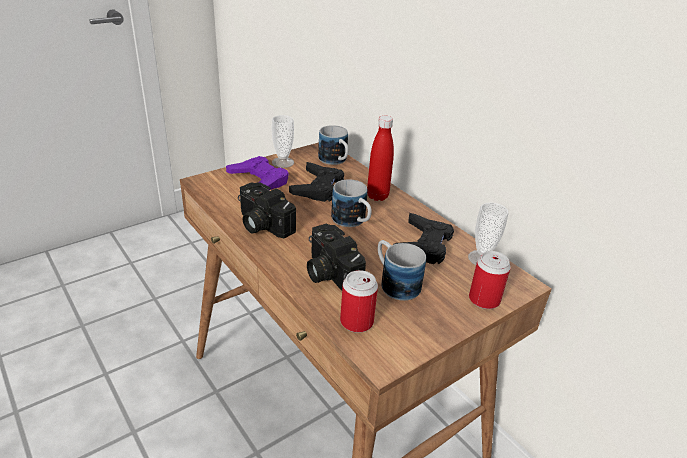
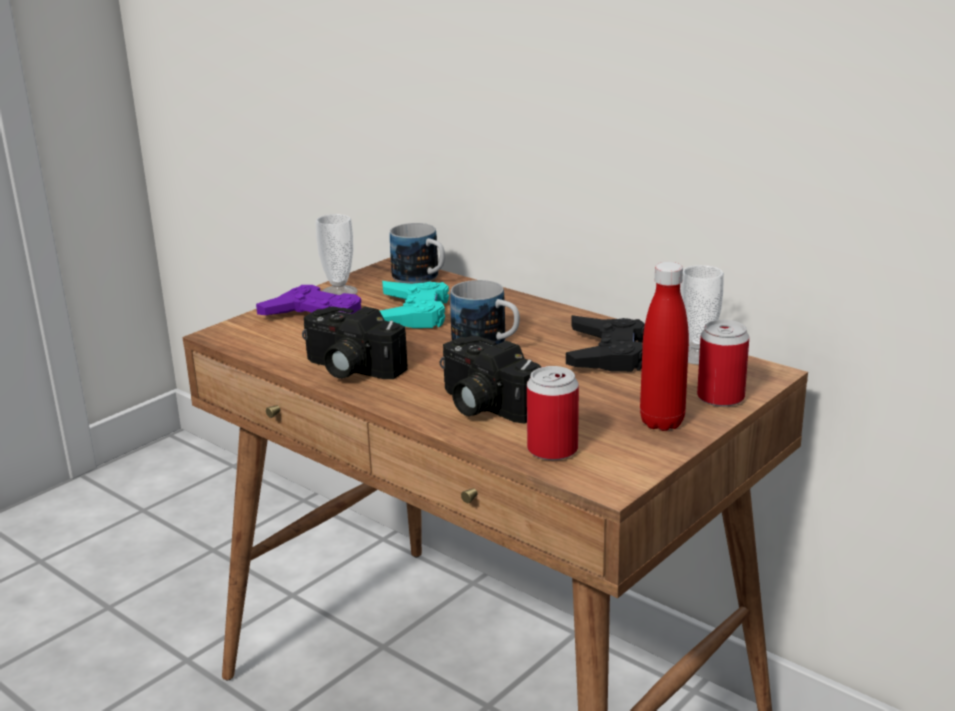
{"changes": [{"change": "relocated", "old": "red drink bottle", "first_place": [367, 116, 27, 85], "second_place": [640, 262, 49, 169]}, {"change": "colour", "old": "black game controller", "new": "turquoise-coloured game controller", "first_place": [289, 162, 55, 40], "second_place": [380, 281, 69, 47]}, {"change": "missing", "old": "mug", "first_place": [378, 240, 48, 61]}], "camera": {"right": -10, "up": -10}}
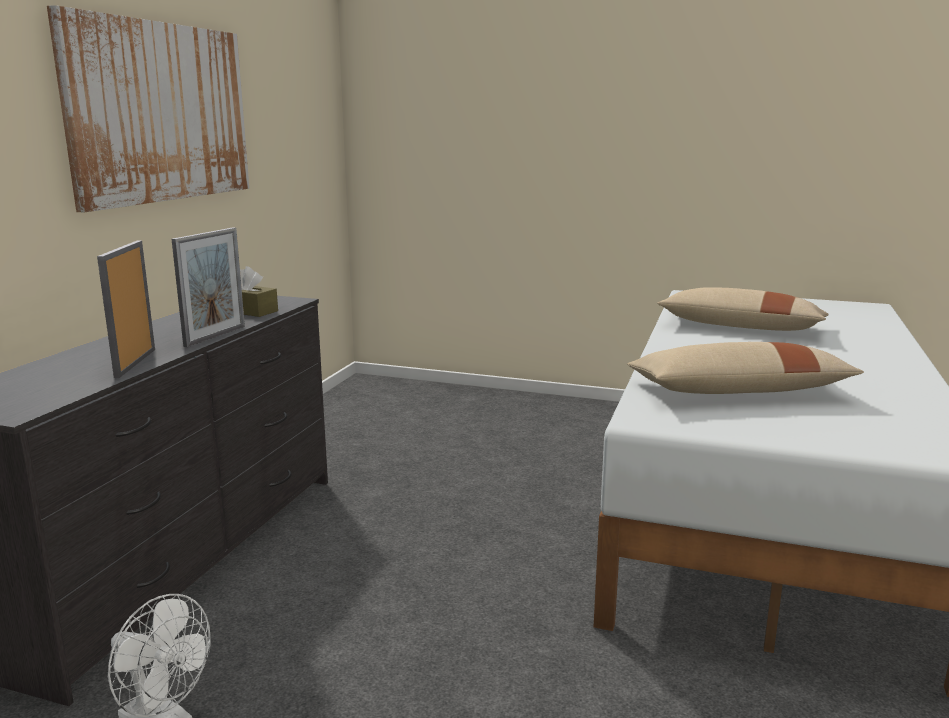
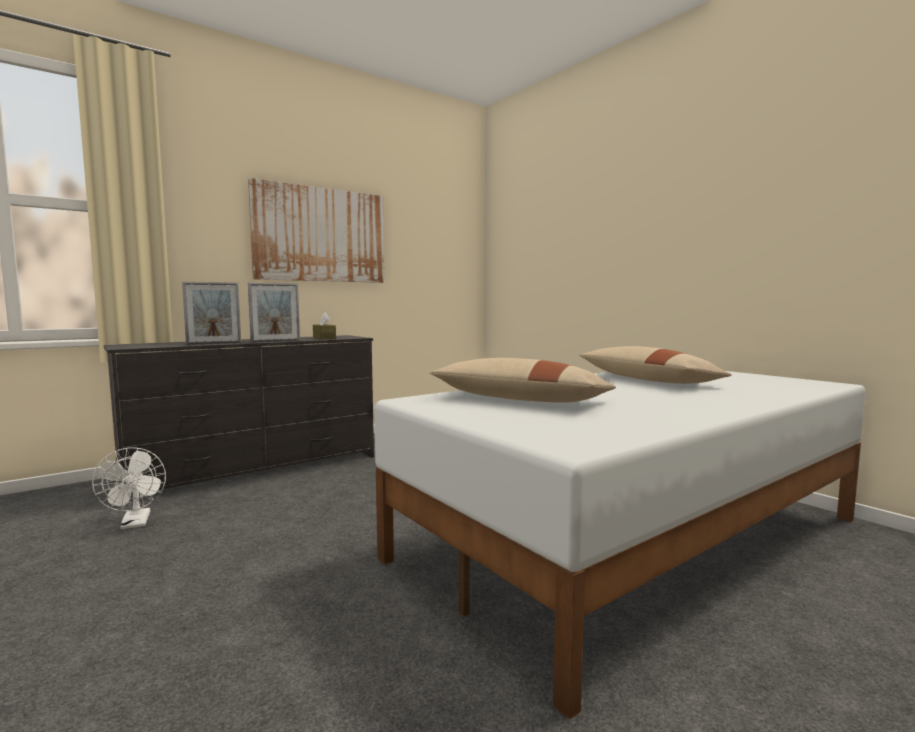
{"changes": [{"change": "spun", "old": "picture frame", "first_place": [97, 241, 58, 137], "second_place": [182, 282, 59, 63], "degrees": -150}], "camera": {"right": 35, "up": -10}}
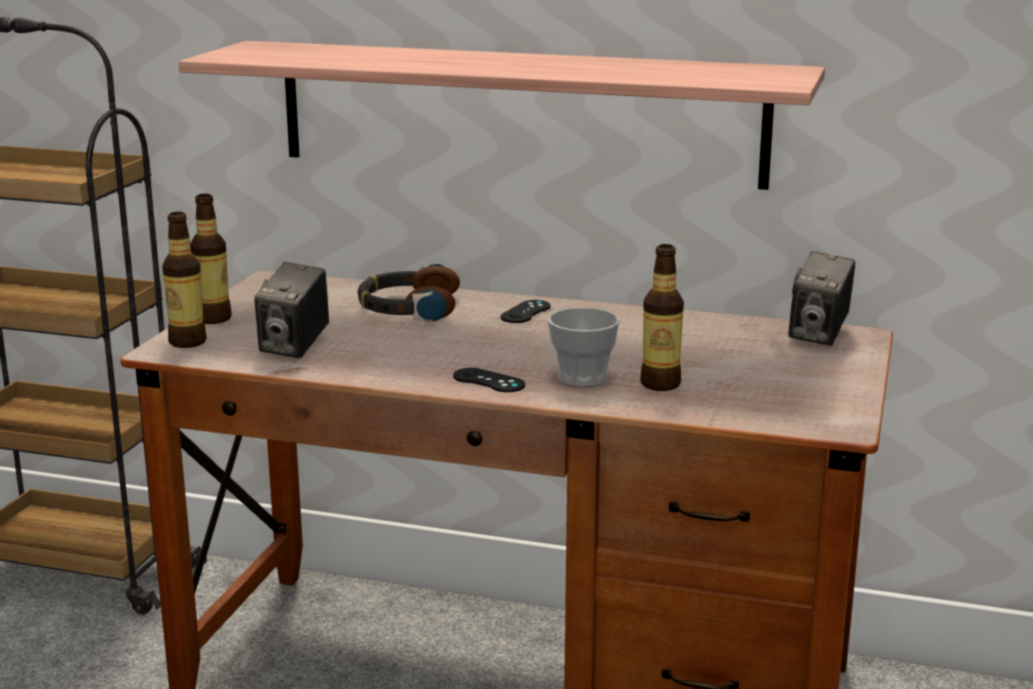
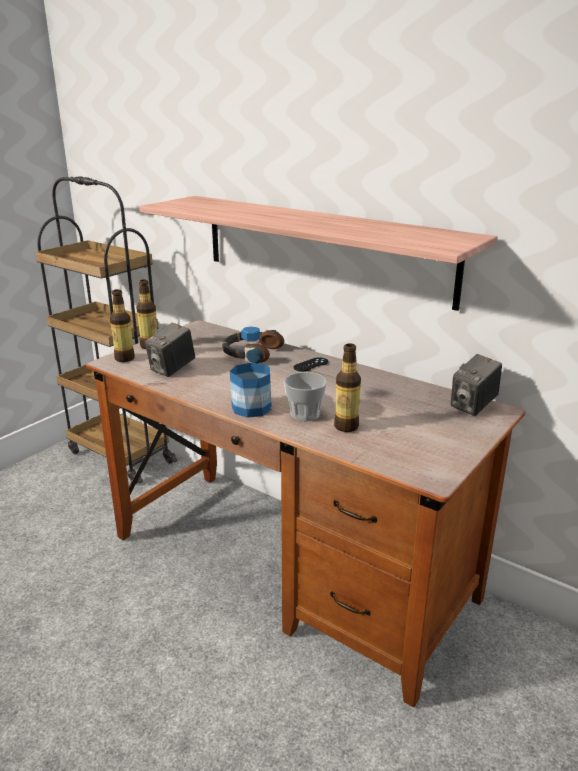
{"changes": [{"change": "exchanged", "old": "black game controller", "new": "drink bottle", "first_place": [453, 368, 72, 24], "second_place": [230, 327, 42, 91]}], "camera": {"right": 20, "up": 5}}
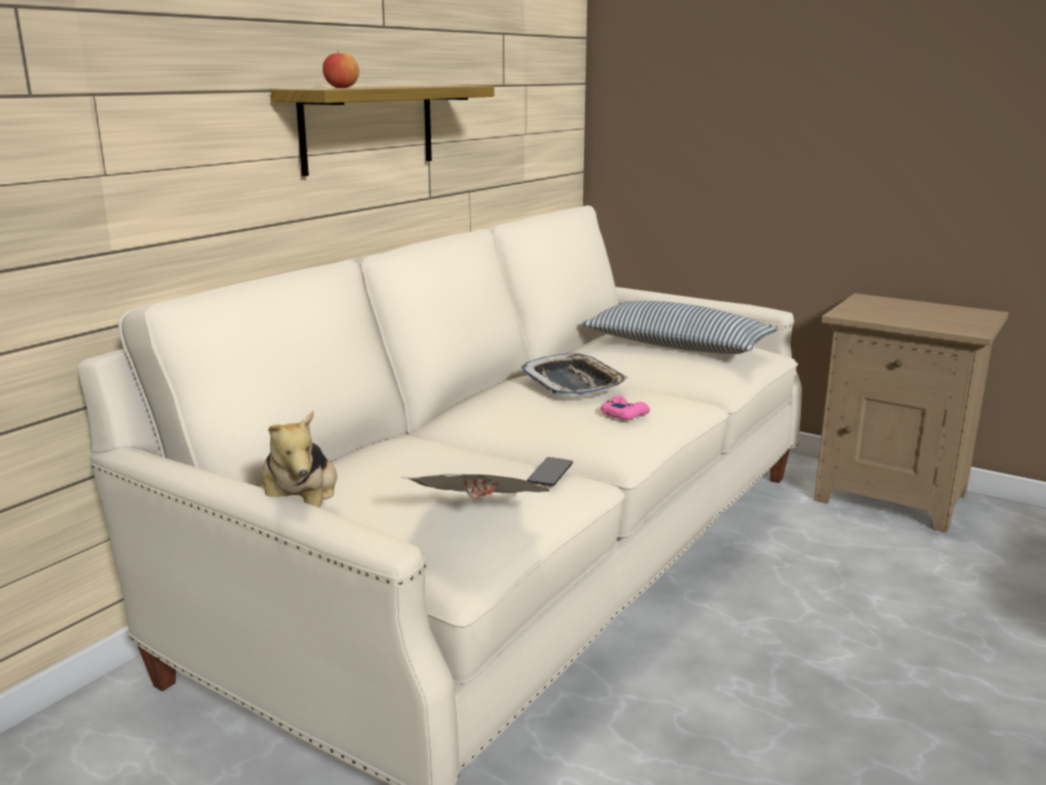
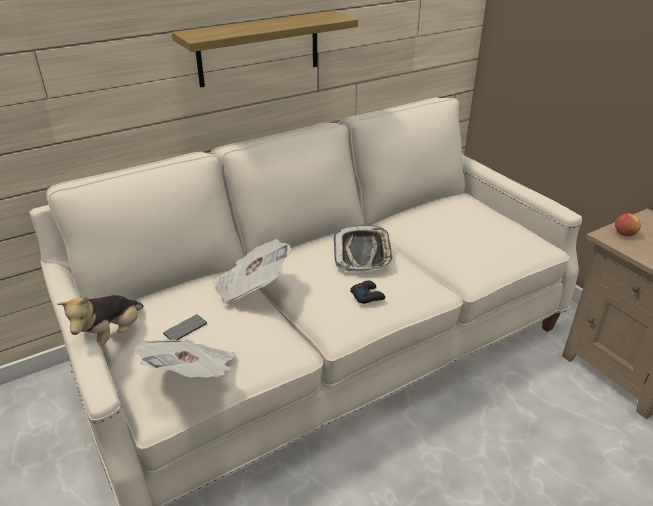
{"changes": [{"change": "relocated", "old": "apple", "first_place": [323, 50, 36, 38], "second_place": [615, 214, 26, 22]}, {"change": "missing", "old": "pillow", "first_place": [581, 301, 196, 53]}, {"change": "colour", "old": "pink-coloured game controller", "new": "black game controller", "first_place": [601, 396, 49, 24], "second_place": [350, 281, 35, 23]}, {"change": "relocated", "old": "handset", "first_place": [527, 457, 46, 29], "second_place": [163, 314, 44, 26]}, {"change": "appeared", "new": "newspaper", "second_place": [213, 239, 78, 65]}], "camera": {"right": 25, "up": 15}}
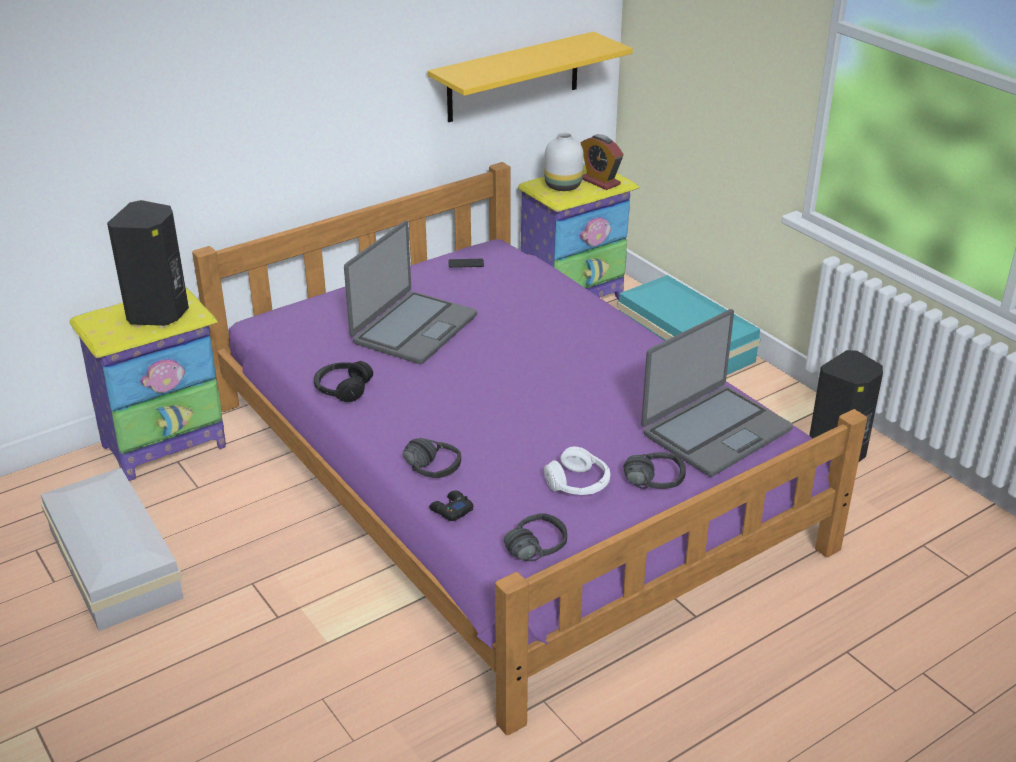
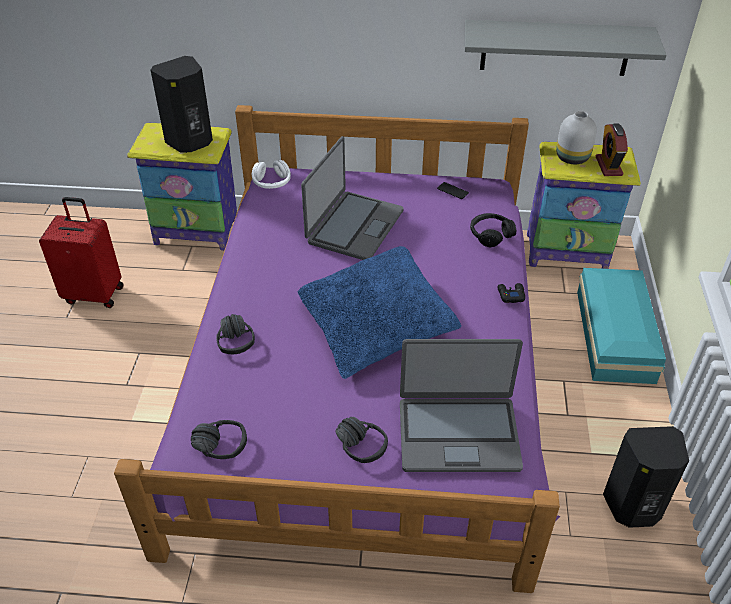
{"changes": [{"change": "colour", "old": "yellow wall shelf", "new": "grey wall shelf", "first_place": [428, 32, 205, 90], "second_place": [465, 20, 202, 56]}, {"change": "spun", "old": "notebook computer", "first_place": [344, 221, 133, 143], "second_place": [301, 136, 103, 124], "degrees": -45}, {"change": "relocated", "old": "black headphones", "first_place": [314, 361, 59, 41], "second_place": [470, 213, 46, 34]}, {"change": "relocated", "old": "white-coloured headphones", "first_place": [544, 447, 66, 48], "second_place": [252, 160, 39, 29]}, {"change": "exchanged", "old": "white-coloured storage bin", "new": "red travel case", "first_place": [41, 468, 143, 163], "second_place": [39, 197, 84, 111]}, {"change": "relocated", "old": "black game controller", "first_place": [429, 490, 44, 31], "second_place": [497, 283, 28, 20]}, {"change": "appeared", "new": "blue-coloured pillow", "second_place": [298, 246, 163, 133]}], "camera": {"right": 40, "up": 10}}
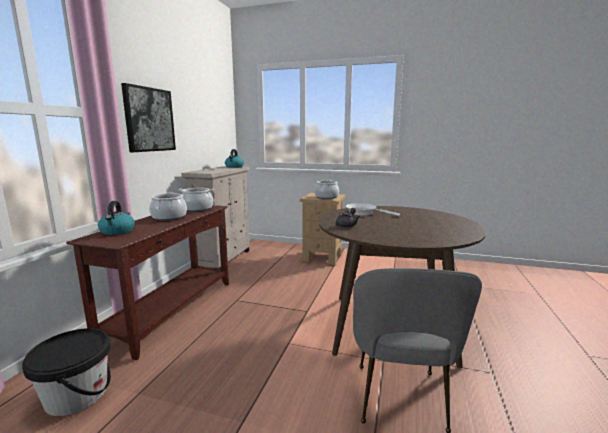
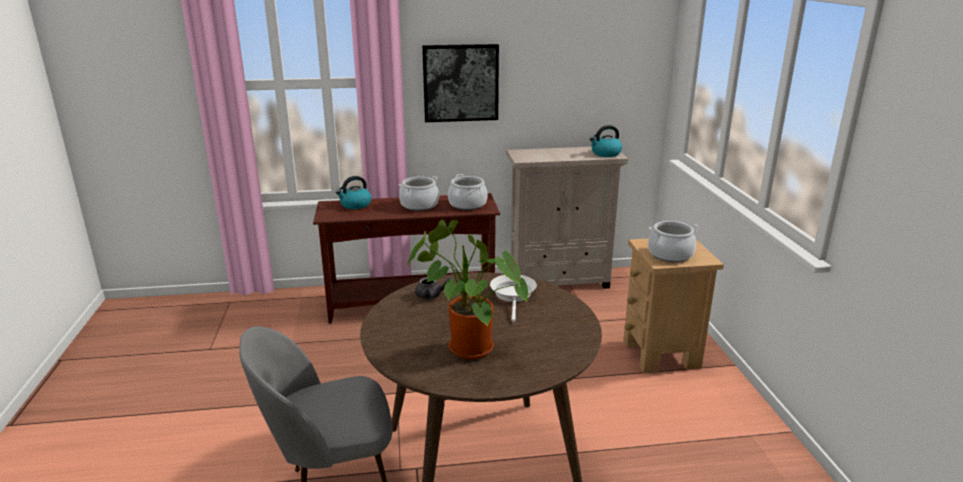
{"changes": [{"change": "missing", "old": "black bucket", "first_place": [22, 328, 89, 88]}, {"change": "appeared", "new": "plant in a pot", "second_place": [407, 220, 121, 139]}], "camera": {"right": 65, "up": 10}}
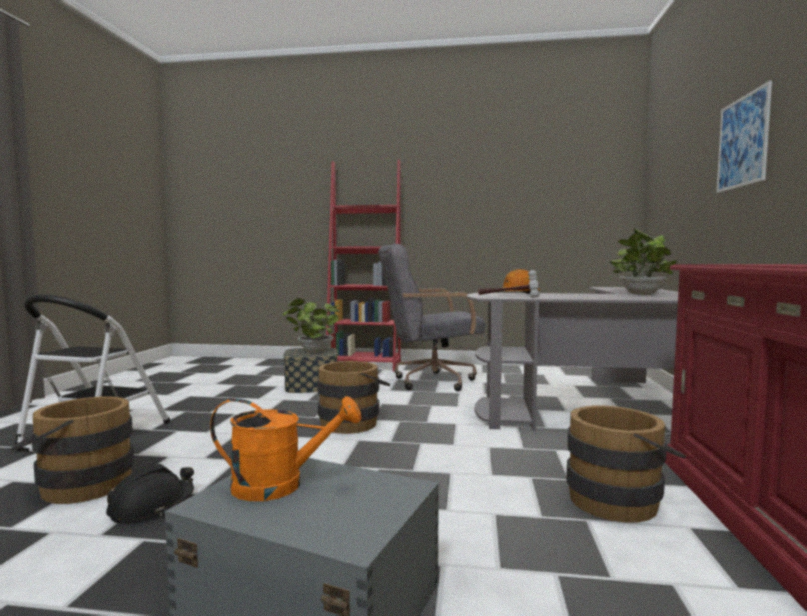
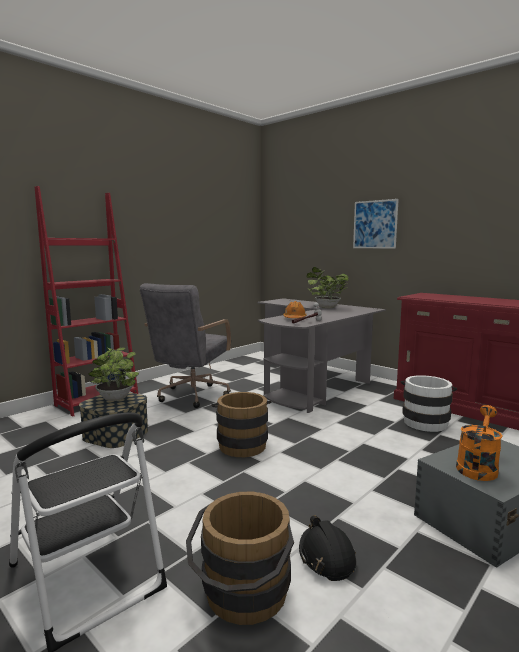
{"changes": [{"change": "colour", "old": "brown-coloured bucket", "new": "white-coloured bucket", "first_place": [566, 406, 120, 117], "second_place": [400, 375, 57, 57]}], "camera": {"right": -55, "up": 5}}
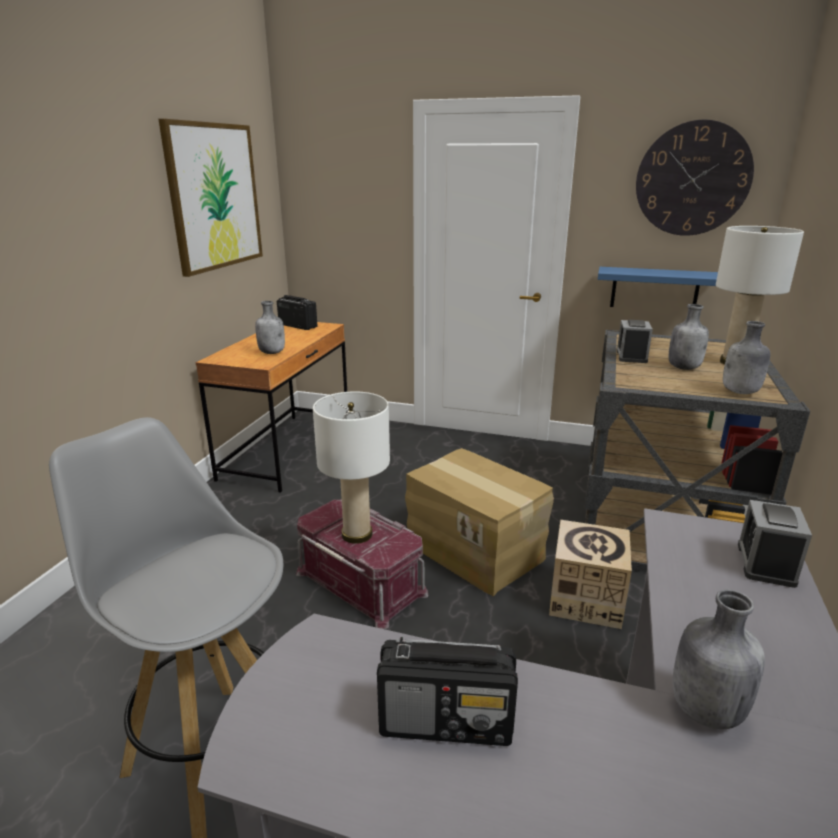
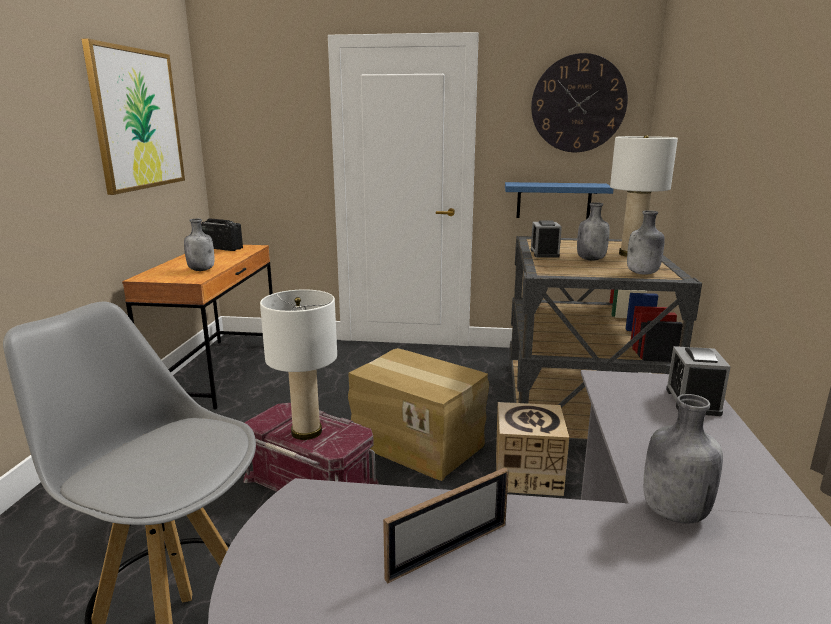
{"changes": [{"change": "exchanged", "old": "radio set", "new": "picture frame", "first_place": [377, 637, 141, 109], "second_place": [383, 468, 126, 115]}], "camera": {"right": -10, "up": -5}}
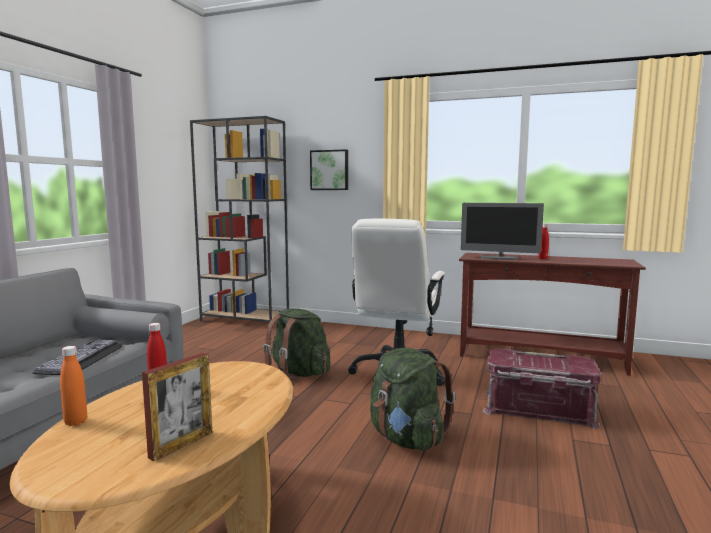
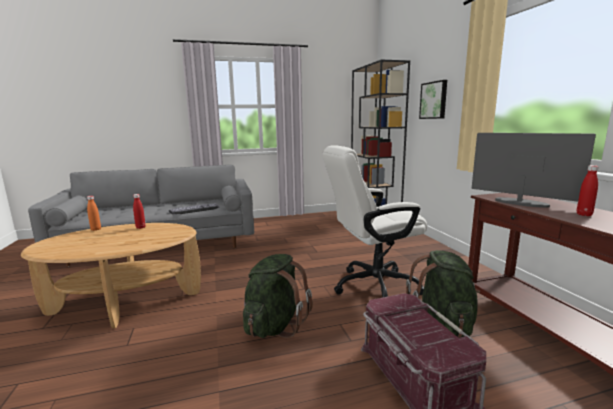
{"changes": [{"change": "spun", "old": "computer screen", "first_place": [461, 203, 83, 57], "second_place": [472, 133, 124, 75], "degrees": 150}, {"change": "relocated", "old": "green-coloured backpack", "first_place": [263, 308, 68, 73], "second_place": [406, 250, 74, 88]}, {"change": "missing", "old": "picture frame", "first_place": [142, 353, 70, 108]}], "camera": {"right": 55, "up": 5}}
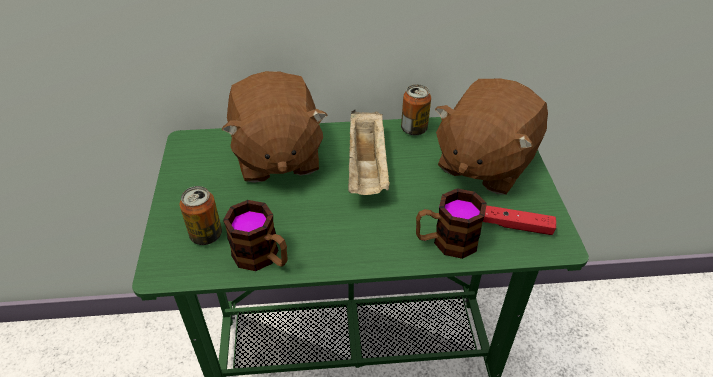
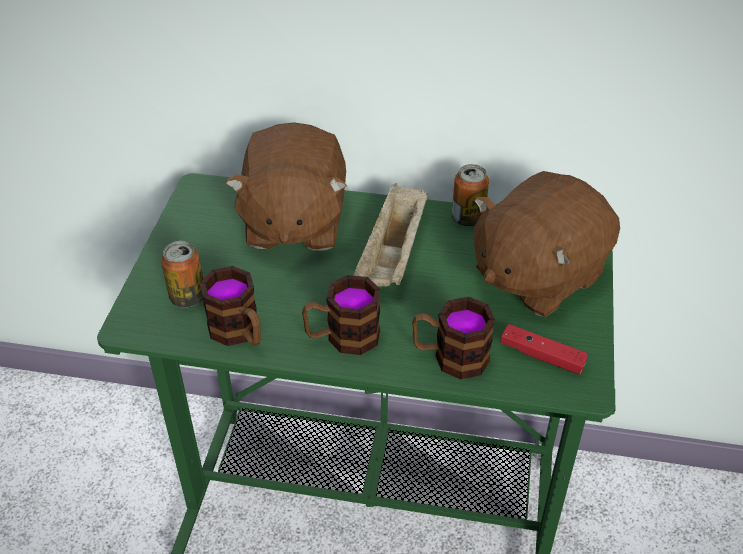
{"changes": [{"change": "appeared", "new": "mug", "second_place": [302, 275, 79, 80]}], "camera": {"right": 15, "up": 0}}
